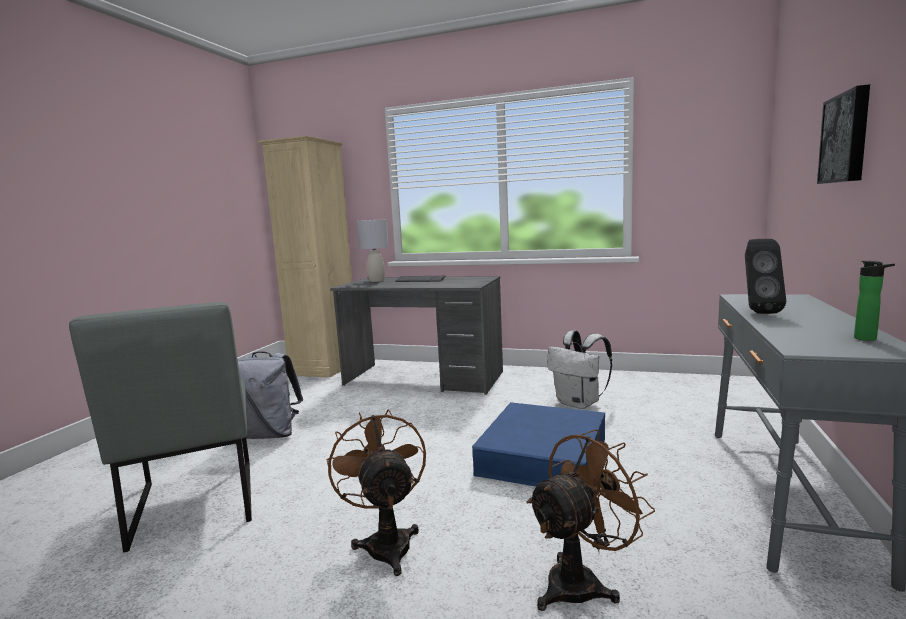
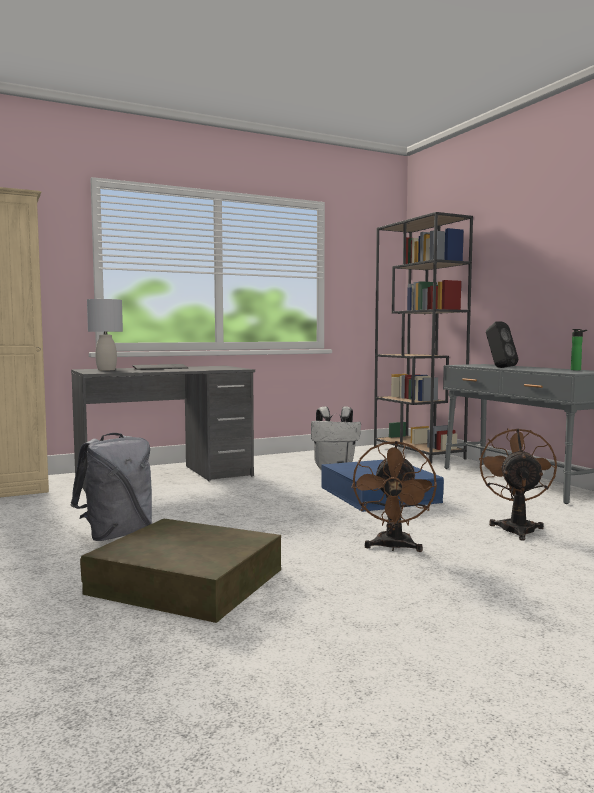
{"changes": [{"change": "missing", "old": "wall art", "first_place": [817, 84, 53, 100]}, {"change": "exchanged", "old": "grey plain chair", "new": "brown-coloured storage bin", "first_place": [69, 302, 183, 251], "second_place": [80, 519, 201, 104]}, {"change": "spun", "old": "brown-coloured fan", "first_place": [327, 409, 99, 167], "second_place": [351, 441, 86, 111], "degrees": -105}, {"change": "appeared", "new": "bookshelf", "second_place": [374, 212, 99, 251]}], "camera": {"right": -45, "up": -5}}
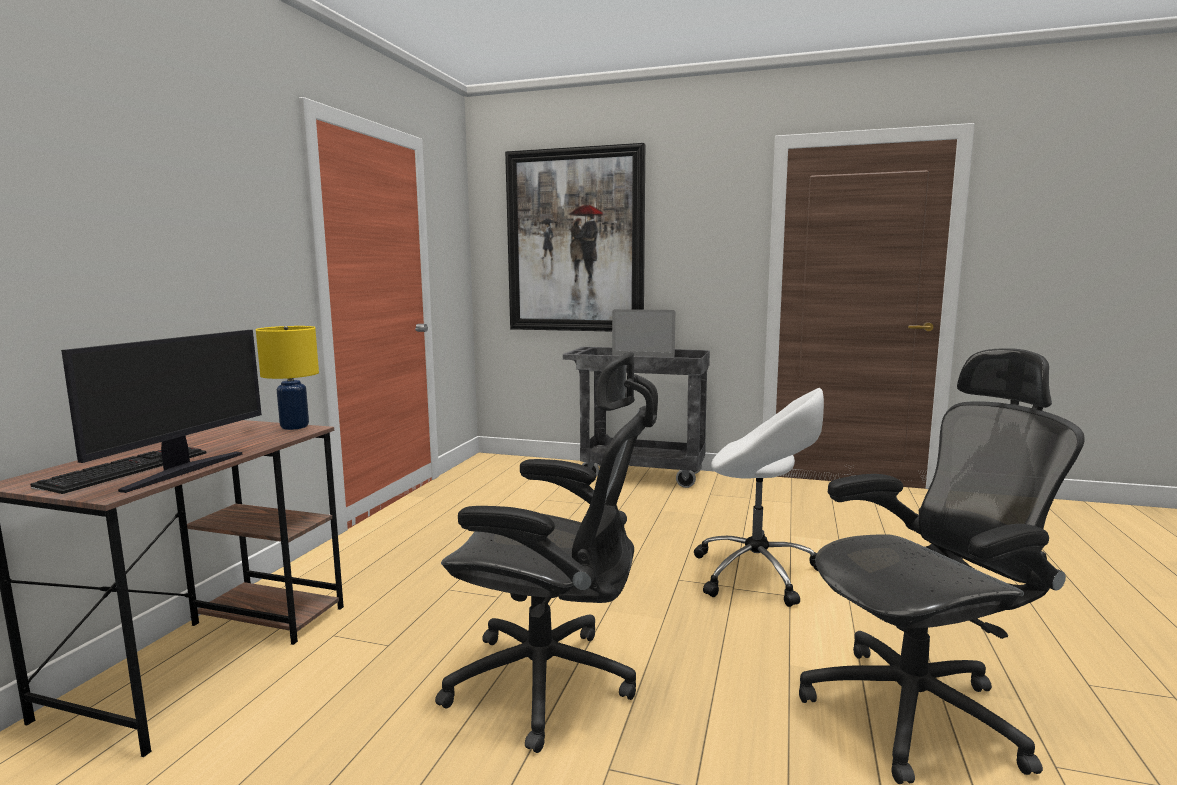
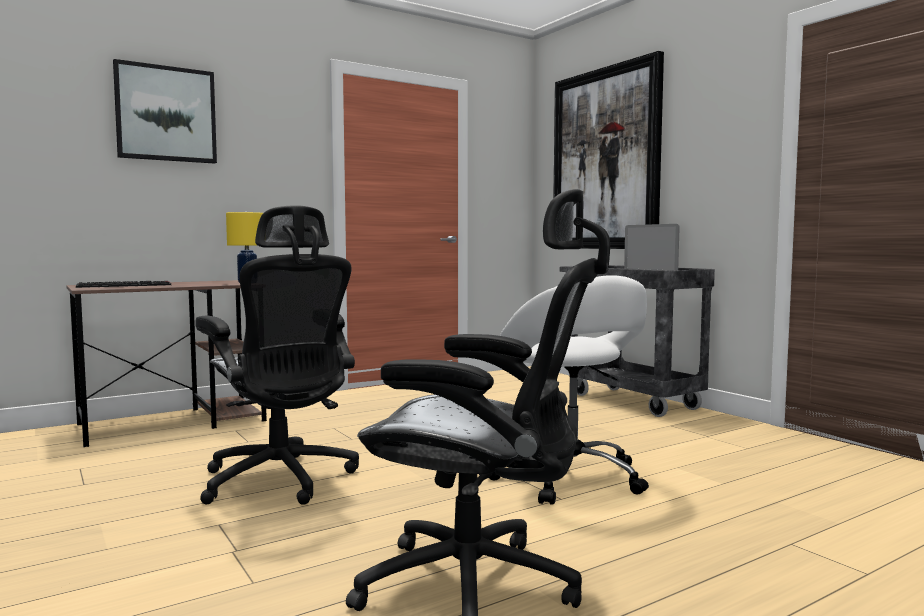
{"changes": [{"change": "missing", "old": "computer screen", "first_place": [61, 330, 201, 163]}, {"change": "appeared", "new": "wall art", "second_place": [113, 59, 104, 105]}], "camera": {"right": 40, "up": -5}}
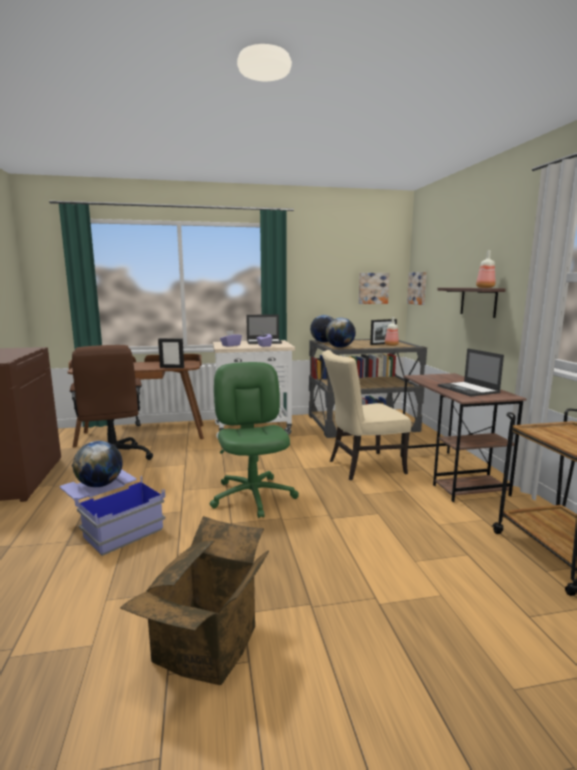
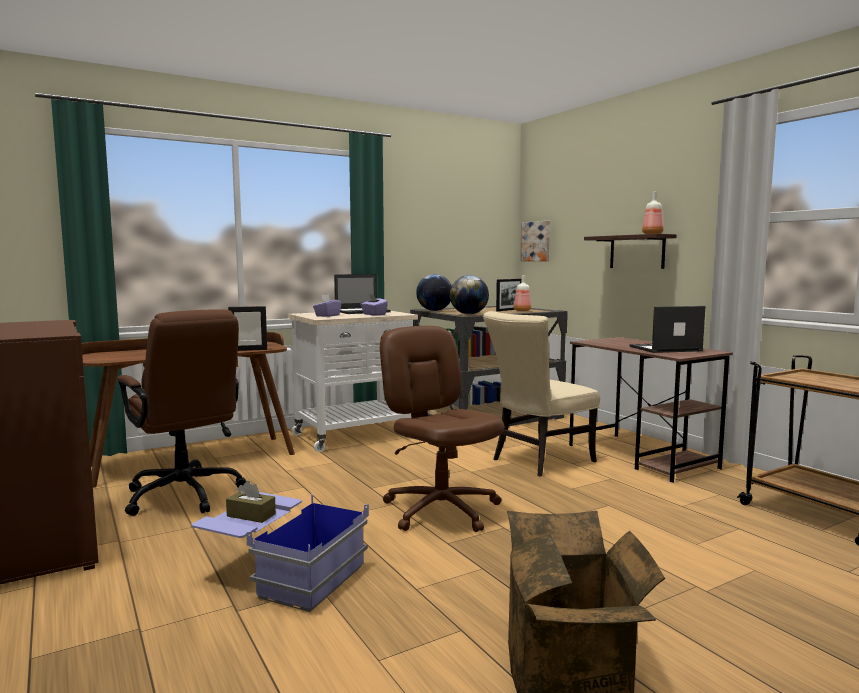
{"changes": [{"change": "missing", "old": "wall art", "first_place": [359, 273, 31, 31]}, {"change": "spun", "old": "notebook computer", "first_place": [438, 348, 66, 49], "second_place": [629, 306, 76, 47], "degrees": 120}, {"change": "colour", "old": "green-coloured office chair", "new": "brown-coloured office chair", "first_place": [210, 362, 89, 156], "second_place": [380, 326, 125, 206]}, {"change": "exchanged", "old": "world globe", "new": "brown-coloured tissue holder", "first_place": [73, 441, 50, 46], "second_place": [226, 481, 50, 42]}], "camera": {"right": -20, "up": -5}}
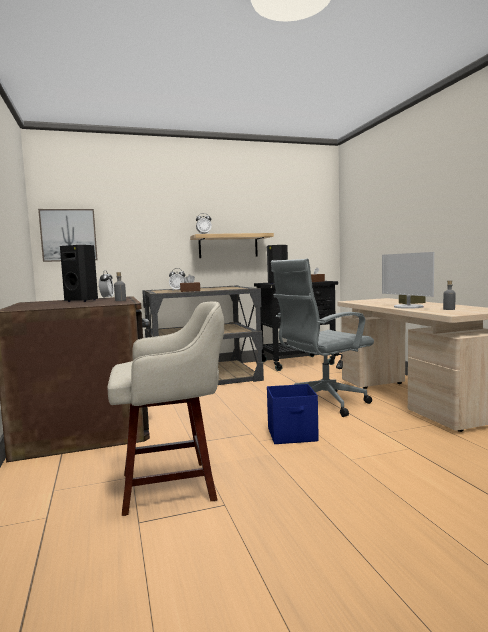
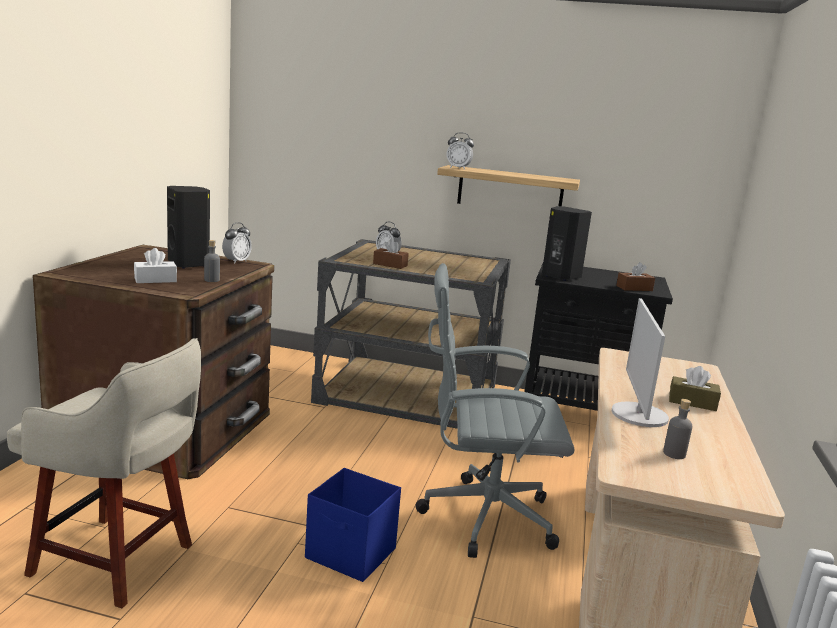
{"changes": [{"change": "missing", "old": "wall art", "first_place": [38, 209, 60, 53]}, {"change": "appeared", "new": "white-coloured tissue holder", "second_place": [134, 248, 43, 35]}], "camera": {"right": 30, "up": 10}}
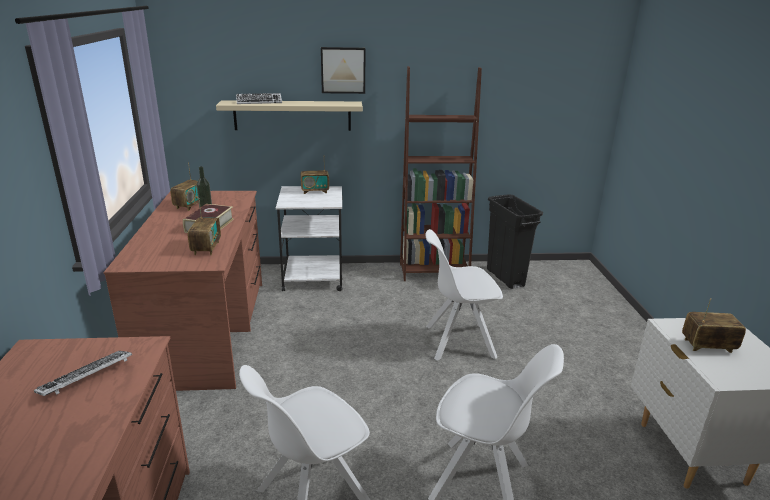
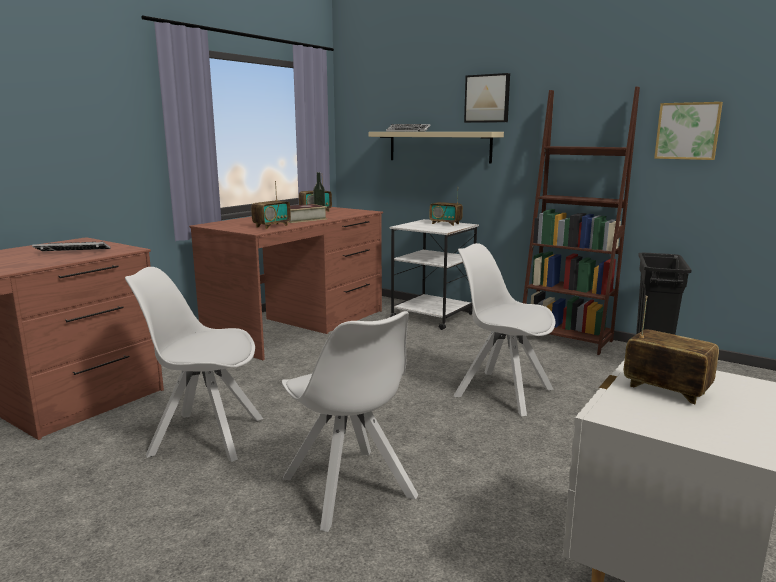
{"changes": [{"change": "appeared", "new": "wall art", "second_place": [654, 102, 69, 58]}], "camera": {"right": 40, "up": -10}}
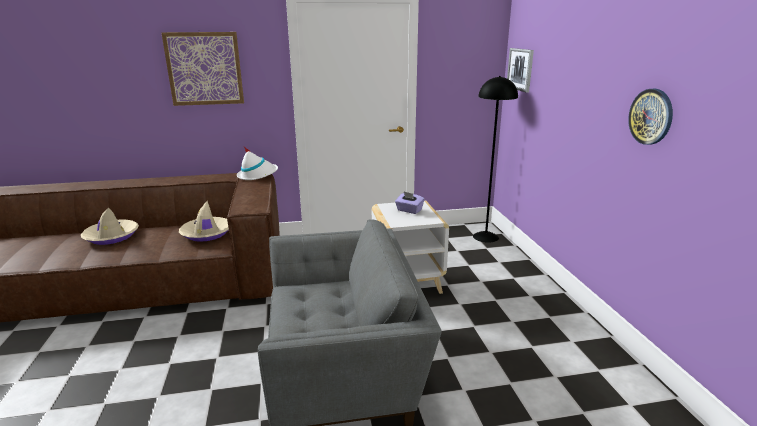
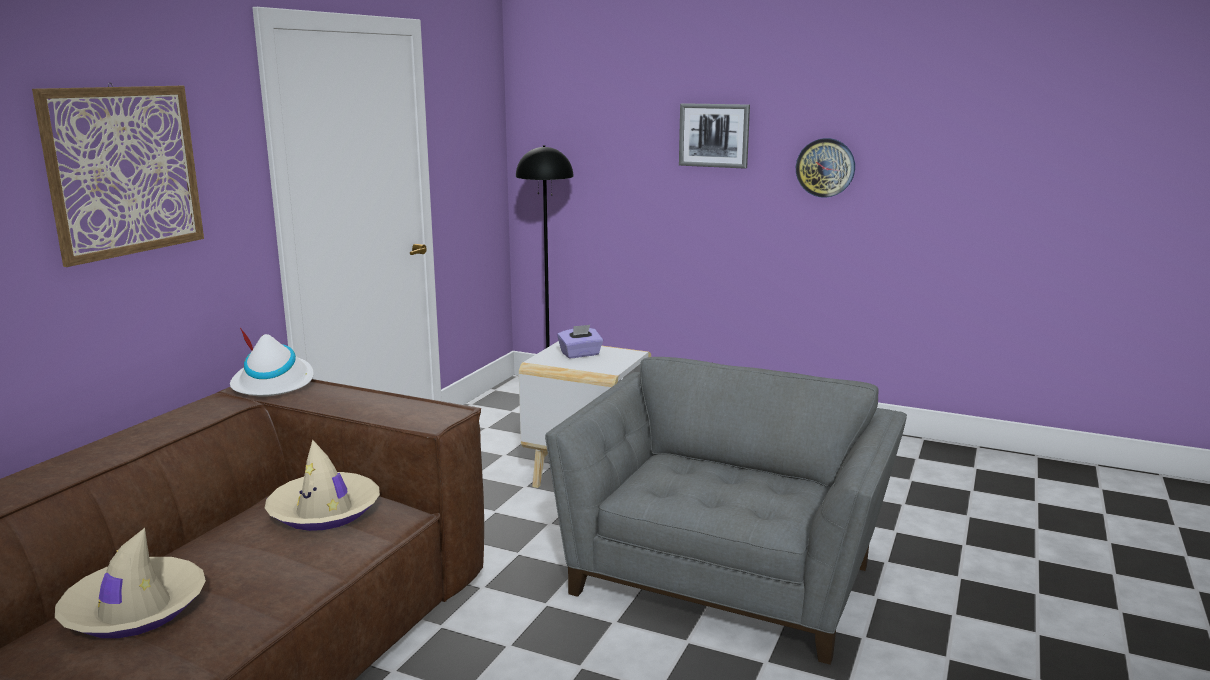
{"changes": [{"change": "relocated", "old": "wall art", "first_place": [507, 48, 27, 45], "second_place": [679, 103, 71, 66]}], "camera": {"right": -55, "up": -5}}
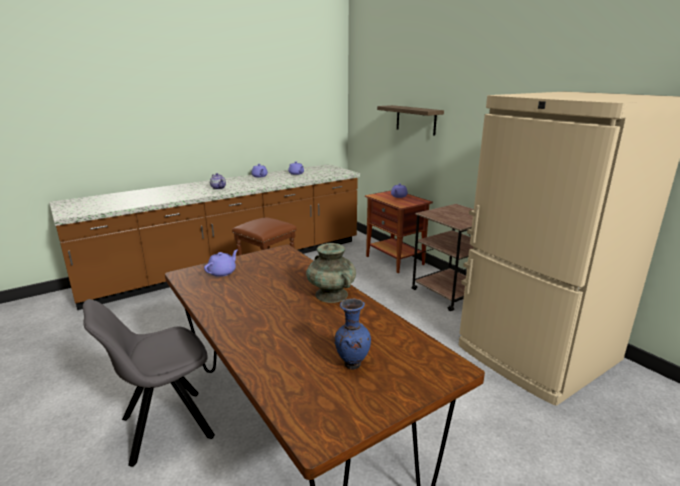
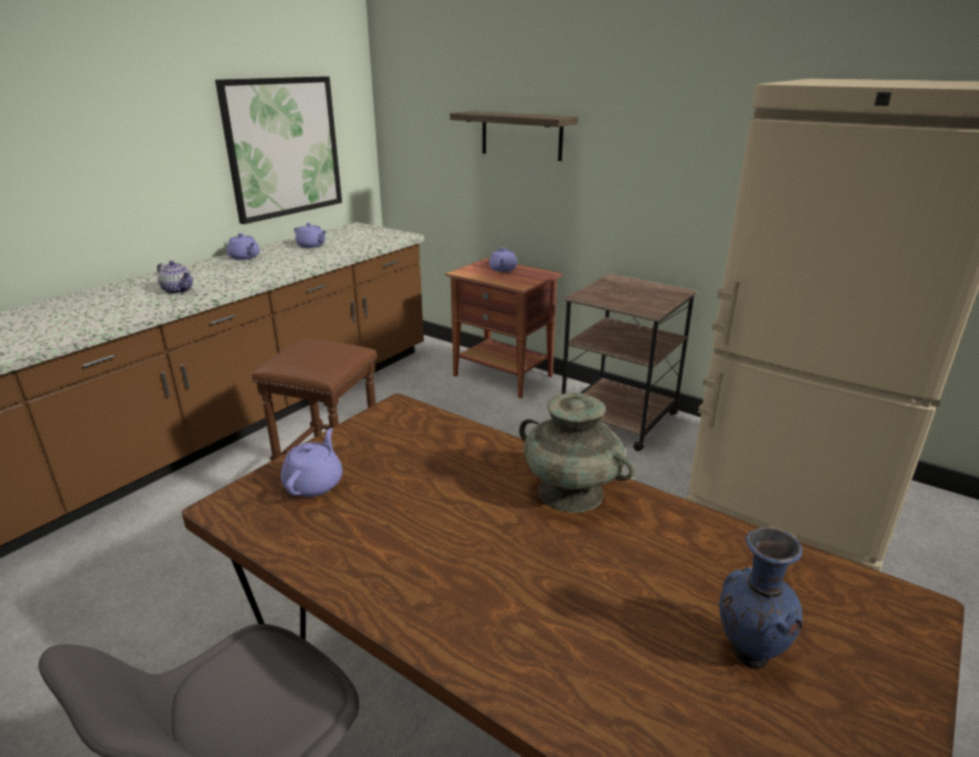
{"changes": [{"change": "appeared", "new": "wall art", "second_place": [215, 76, 127, 148]}], "camera": {"right": -20, "up": 5}}
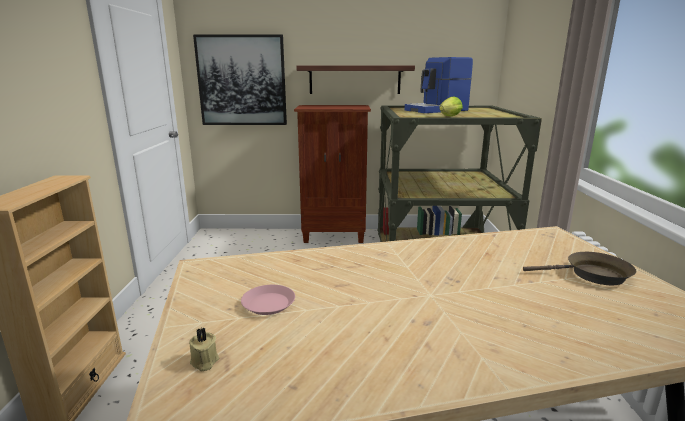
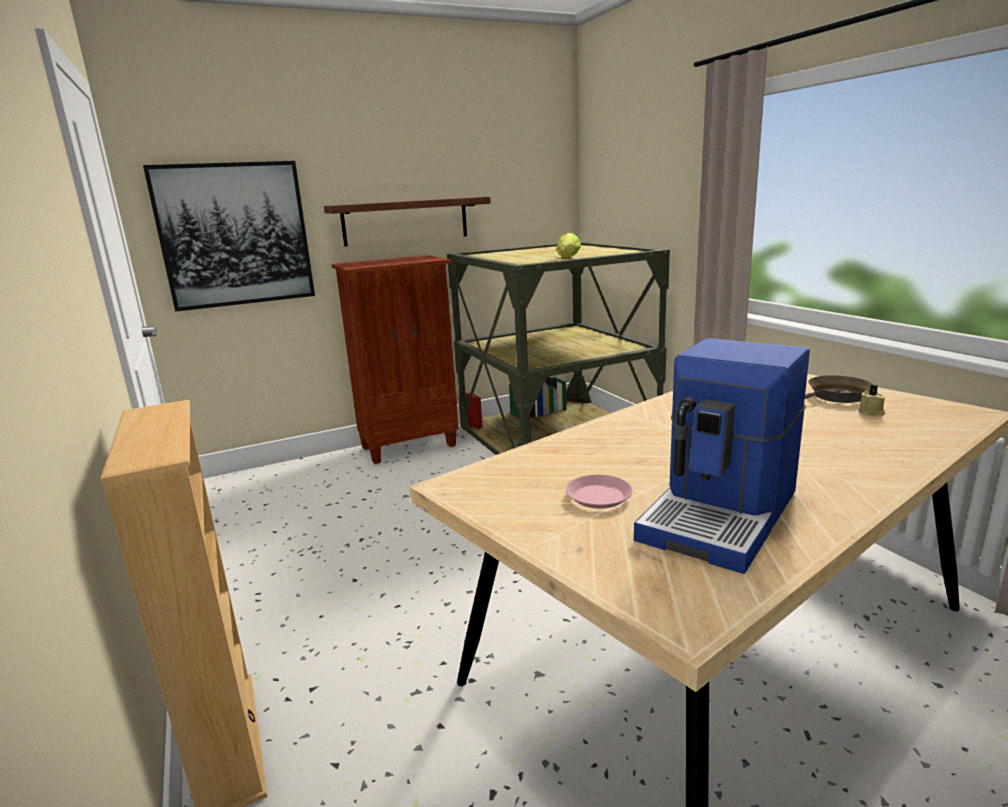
{"changes": [{"change": "relocated", "old": "coffee maker", "first_place": [405, 57, 68, 56], "second_place": [634, 338, 176, 236]}, {"change": "relocated", "old": "beige candle", "first_place": [189, 328, 30, 43], "second_place": [858, 385, 27, 31]}], "camera": {"right": -25, "up": 0}}
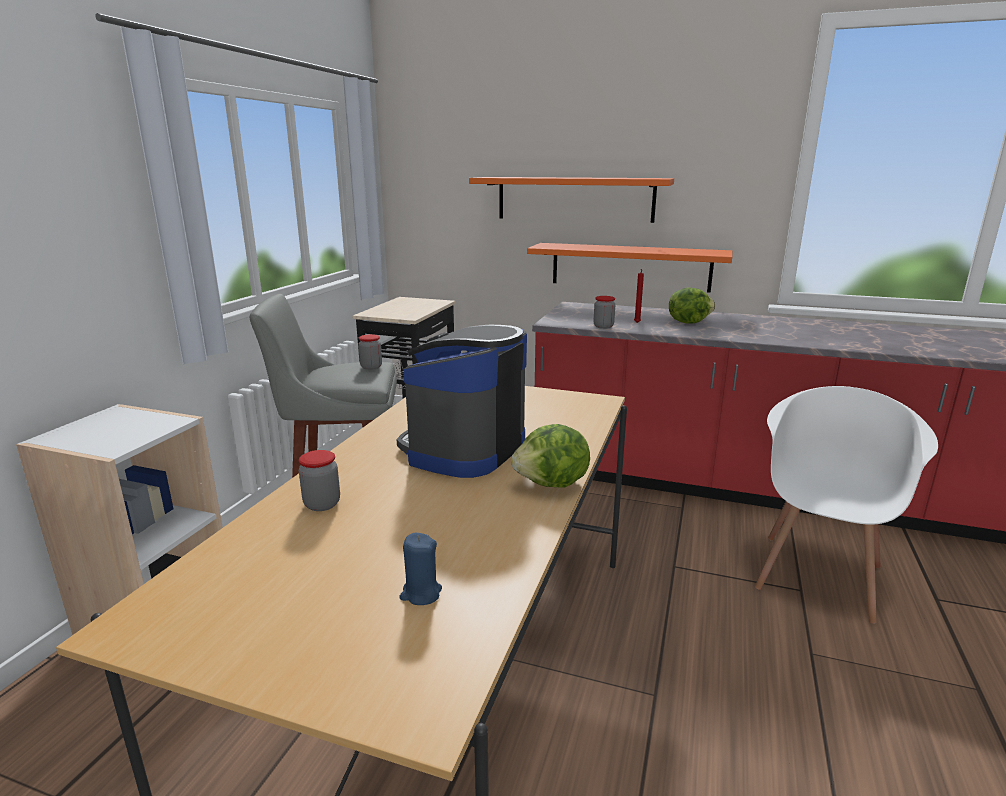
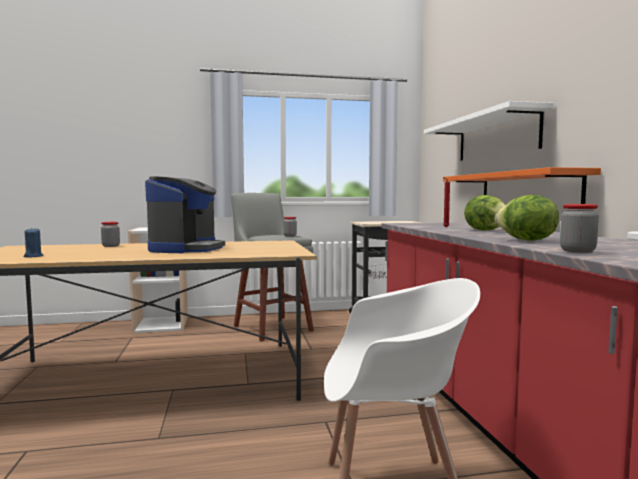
{"changes": [{"change": "colour", "old": "orange wall shelf", "new": "white-coloured wall shelf", "first_place": [469, 177, 205, 46], "second_place": [424, 101, 131, 60]}, {"change": "relocated", "old": "storage jar", "first_place": [594, 296, 21, 33], "second_place": [560, 204, 39, 49]}, {"change": "spun", "old": "coffee maker", "first_place": [397, 325, 130, 153], "second_place": [145, 177, 80, 76], "degrees": 105}, {"change": "relocated", "old": "lettuce", "first_place": [511, 424, 79, 64], "second_place": [495, 195, 64, 46]}], "camera": {"right": 60, "up": -15}}
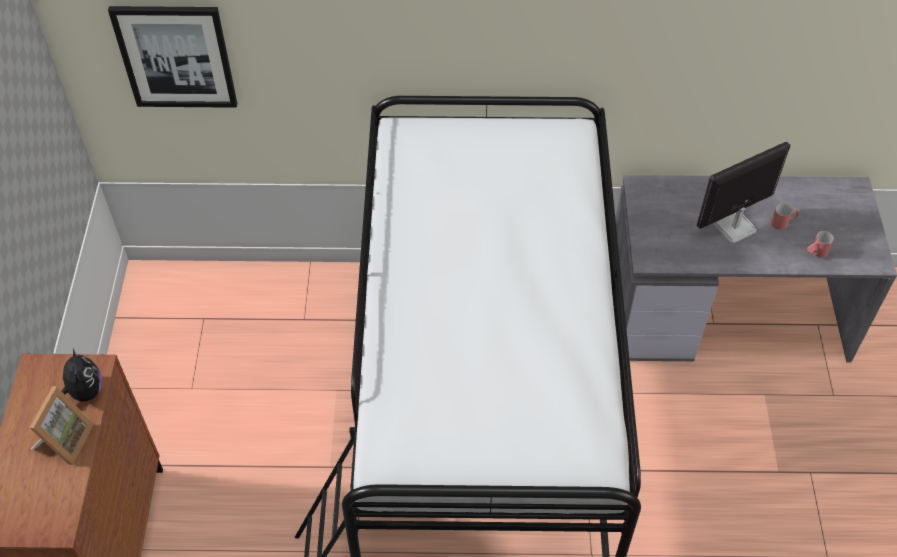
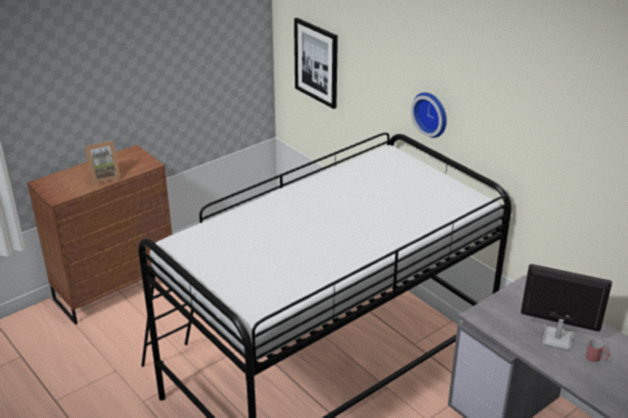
{"changes": [{"change": "missing", "old": "red mug", "first_place": [807, 231, 27, 26]}, {"change": "missing", "old": "cuddly toy", "first_place": [61, 348, 41, 53]}, {"change": "appeared", "new": "wall clock", "second_place": [411, 92, 36, 46]}], "camera": {"right": 50, "up": -20}}
